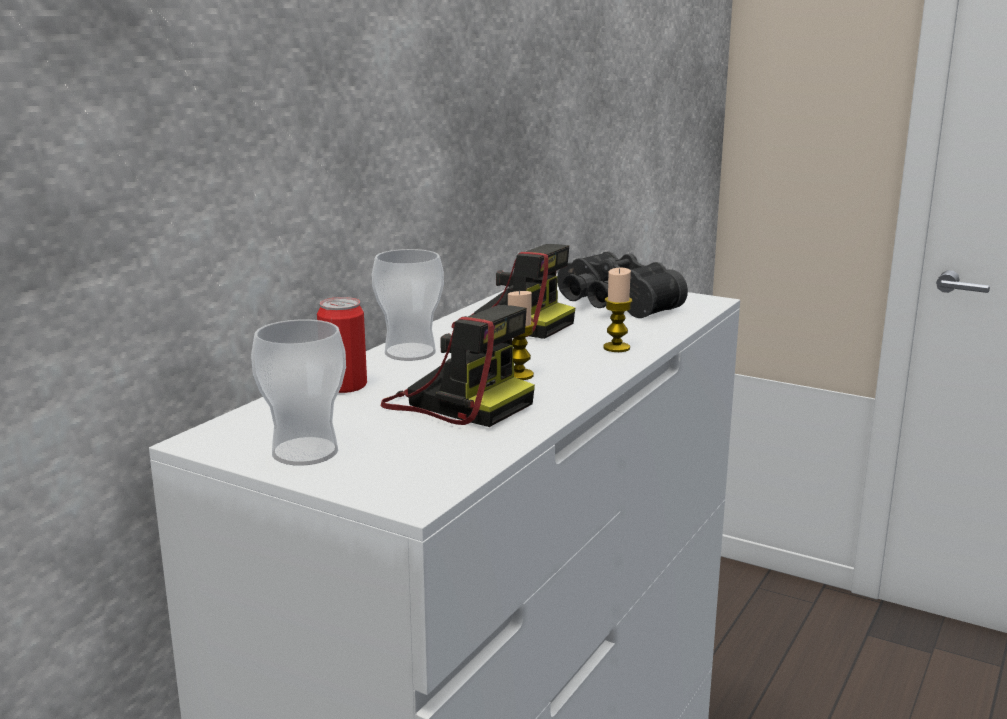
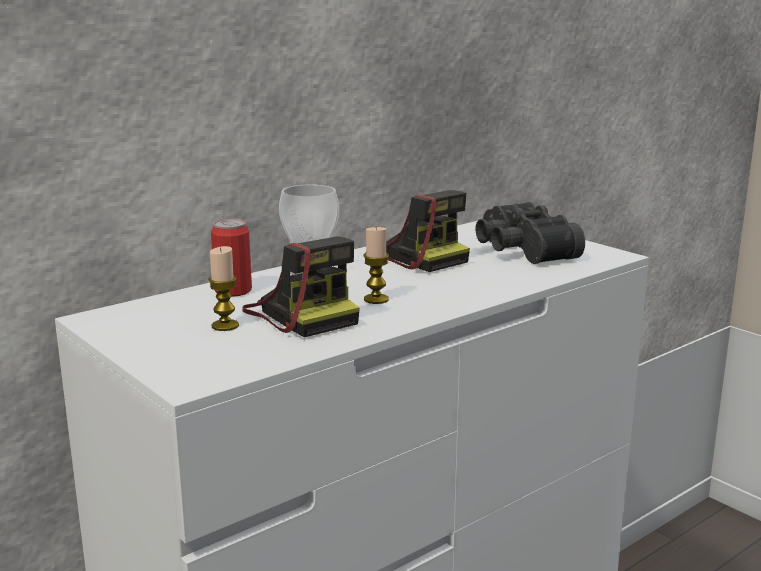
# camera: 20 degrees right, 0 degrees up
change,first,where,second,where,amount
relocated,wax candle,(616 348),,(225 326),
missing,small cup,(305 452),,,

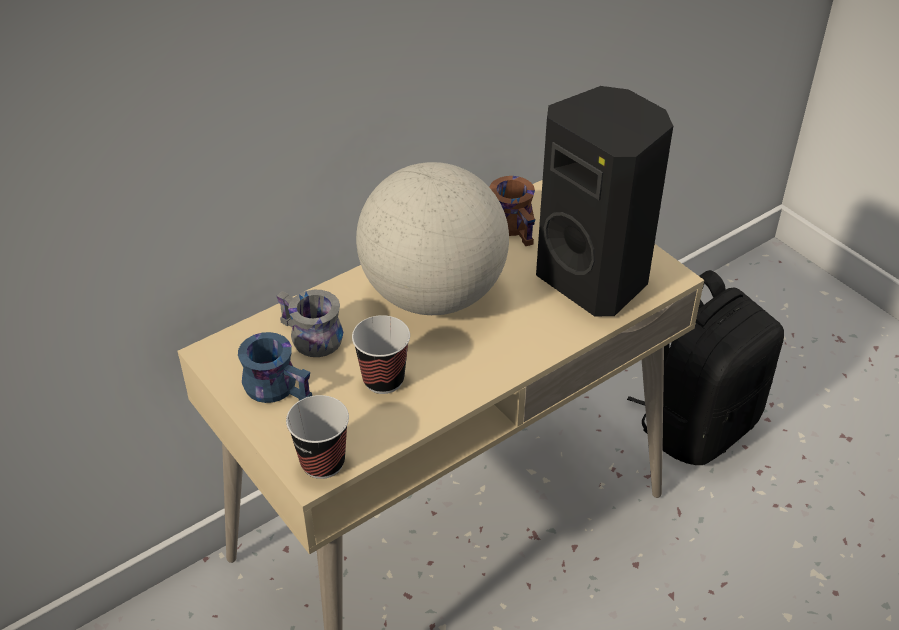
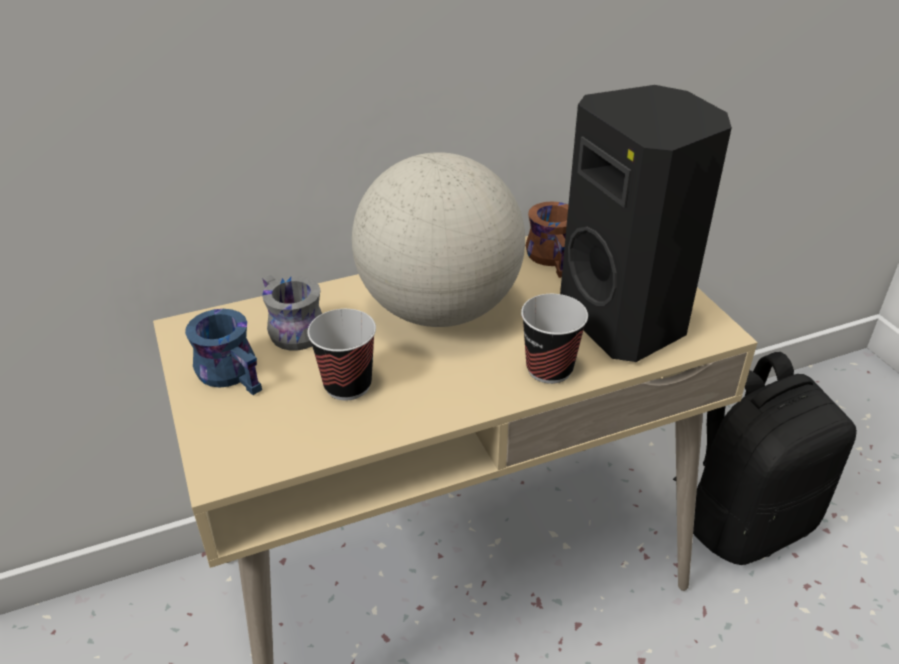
# camera: 15 degrees right, 5 degrees down
change,first,where,second,where,amount
relocated,small cup,(322 462),,(549 369),

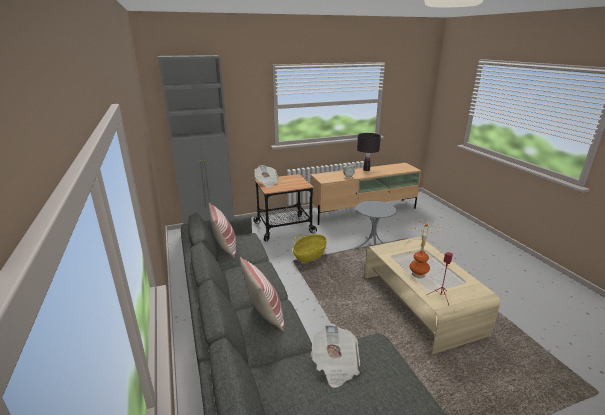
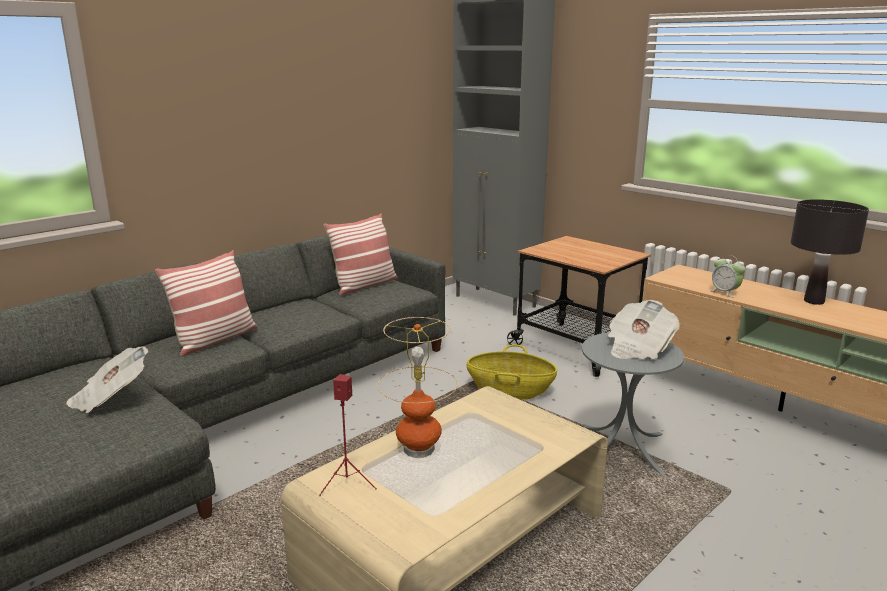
# camera: 65 degrees right, 5 degrees down
change,first,where,second,where,amount
relocated,daily paper,(267 182),,(638 348),

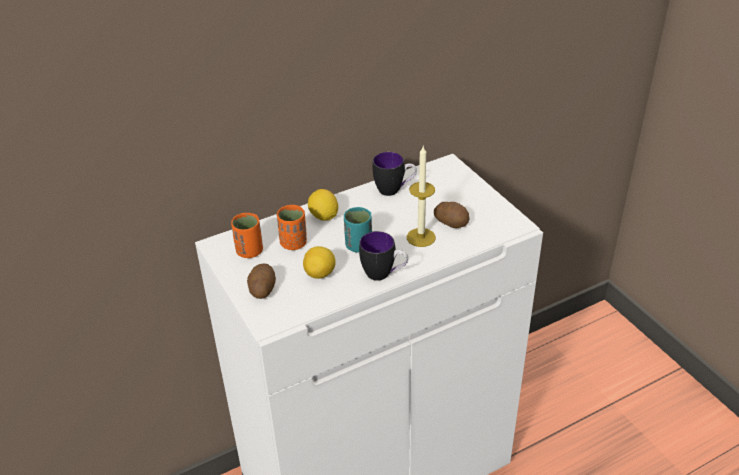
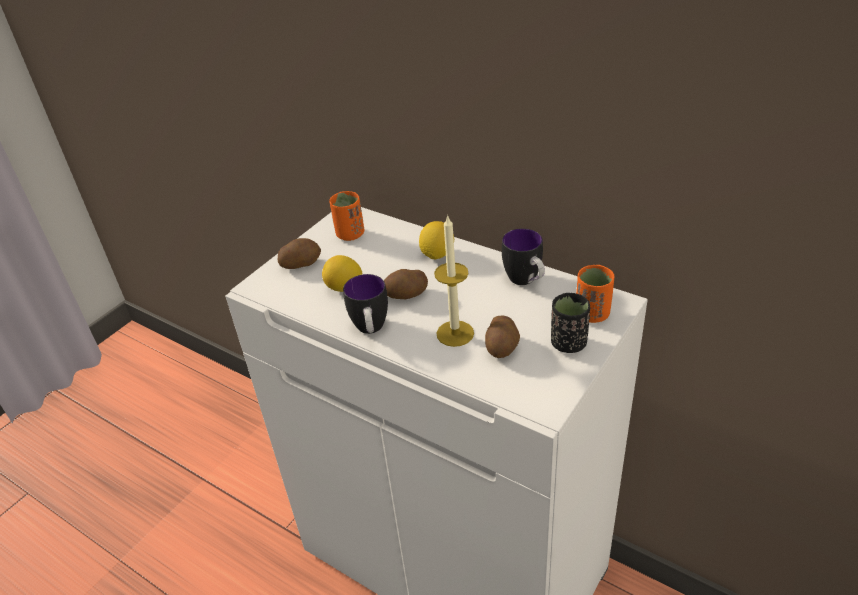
# camera: 65 degrees right, 0 degrees up
change,first,where,second,where,amount
exchanged,turquoise small cup,(358 246),potato,(406 295),
appeared,,,black small cup,(568 343),
relocated,orangey small cup,(293 243),,(592 314),

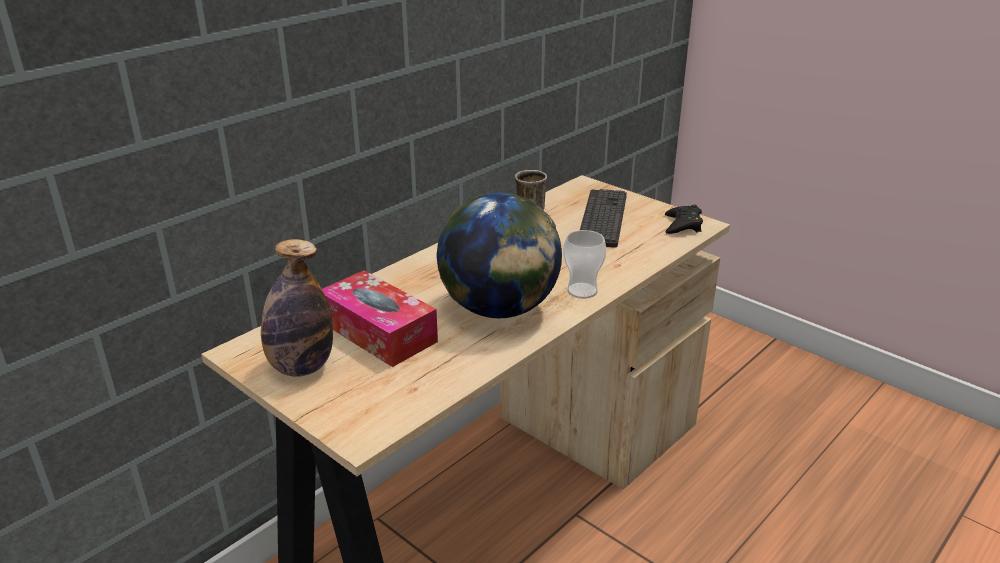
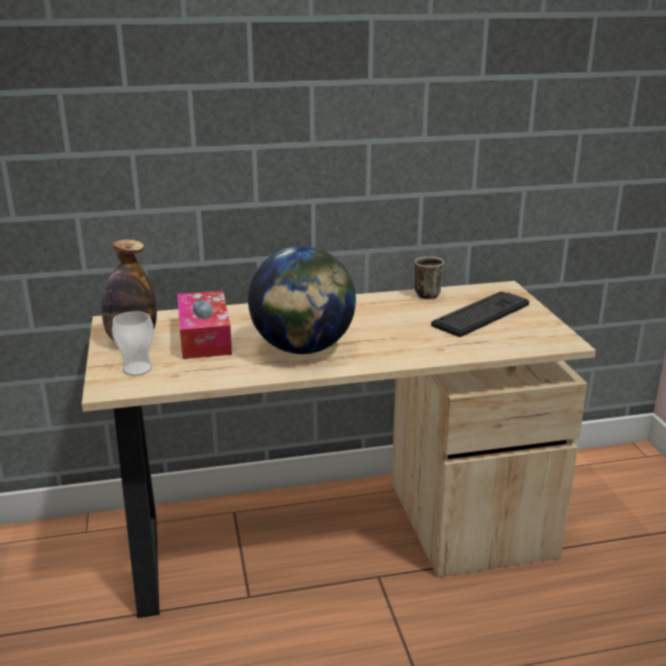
# camera: 35 degrees right, 5 degrees down
change,first,where,second,where,amount
relocated,small cup,(582 291),,(137 369),
missing,black game controller,(682 225),,,

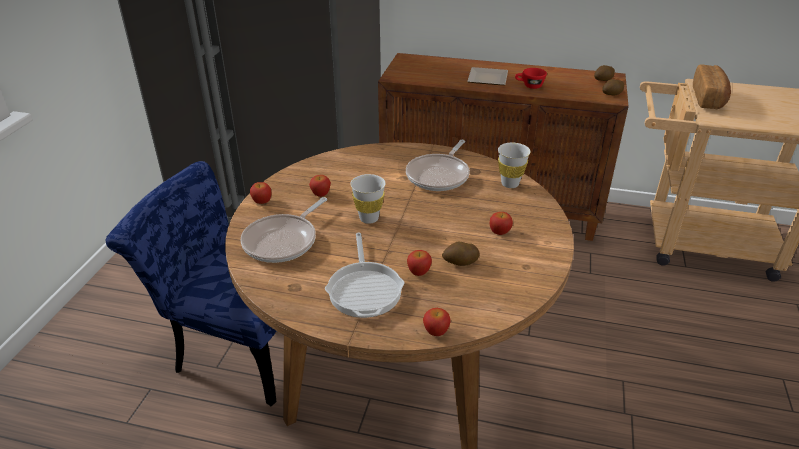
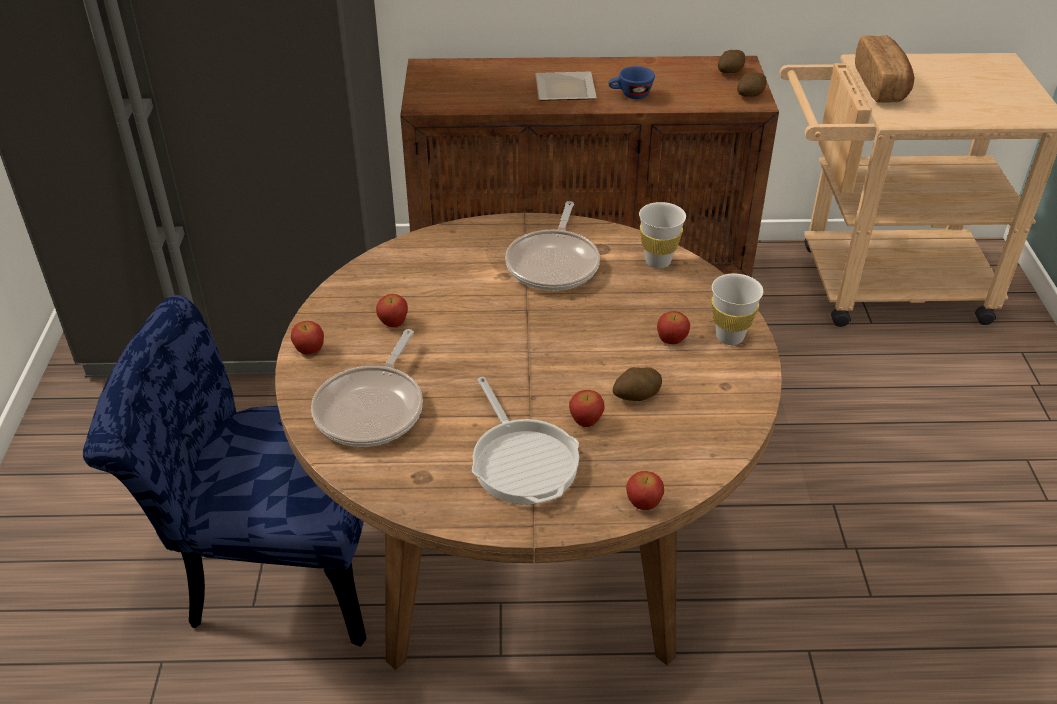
# camera: 15 degrees left, 5 degrees up
change,first,where,second,where,amount
colour,reddish small cup,(529 86),blue-coloured small cup,(630 95),
relocated,white-coloured small cup,(369 218),,(729 337),

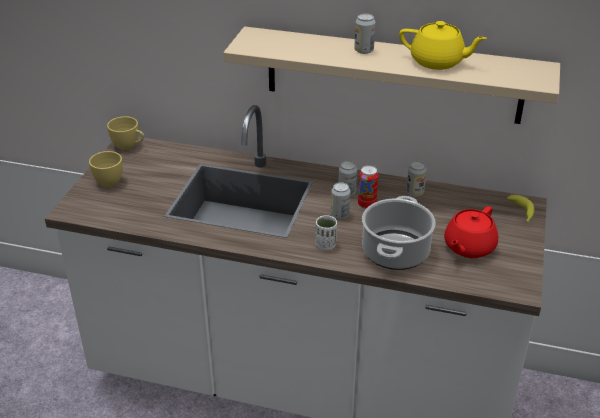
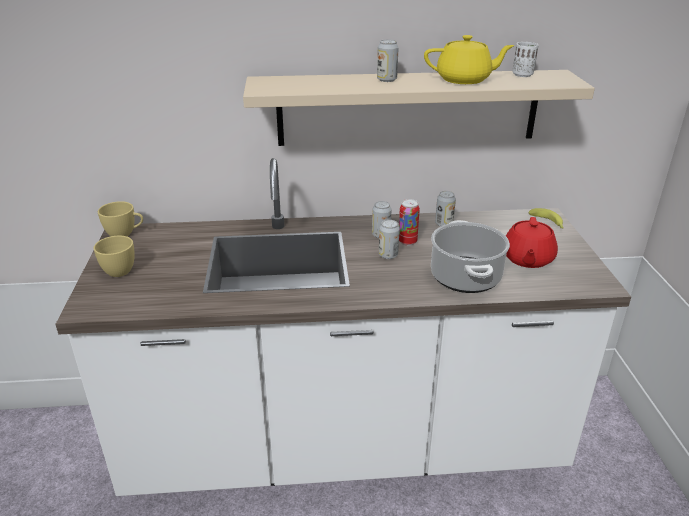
# camera: 20 degrees left, 5 degrees down
change,first,where,second,where,amount
relocated,white-coloured small cup,(325 245),,(522 75),

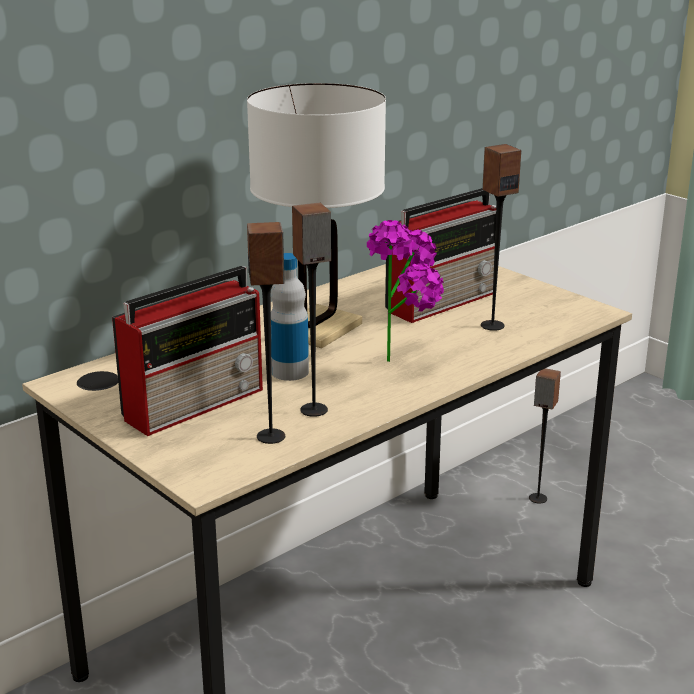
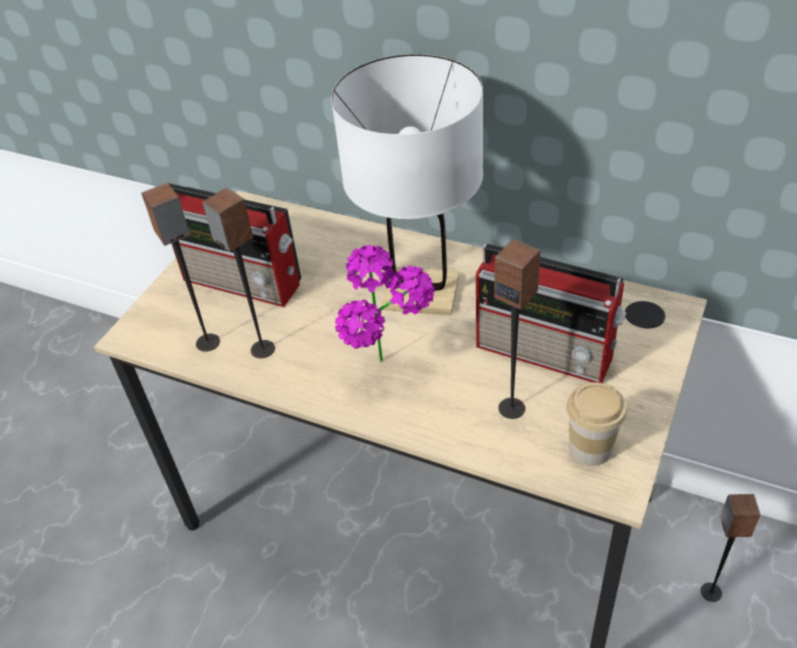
# camera: 70 degrees right, 20 degrees up
change,first,where,second,where,amount
appeared,,,small cup,(590 448),
missing,beverage bottle,(290 372),,,

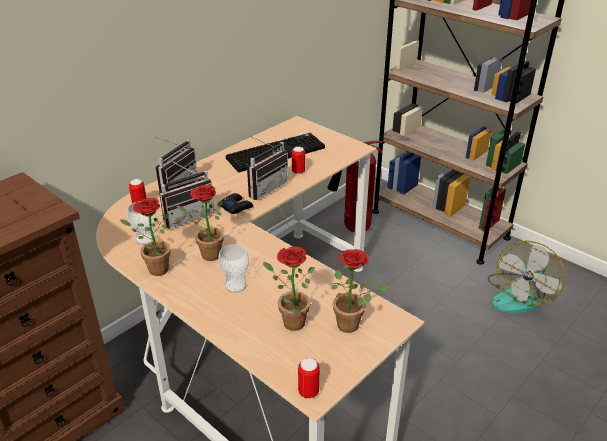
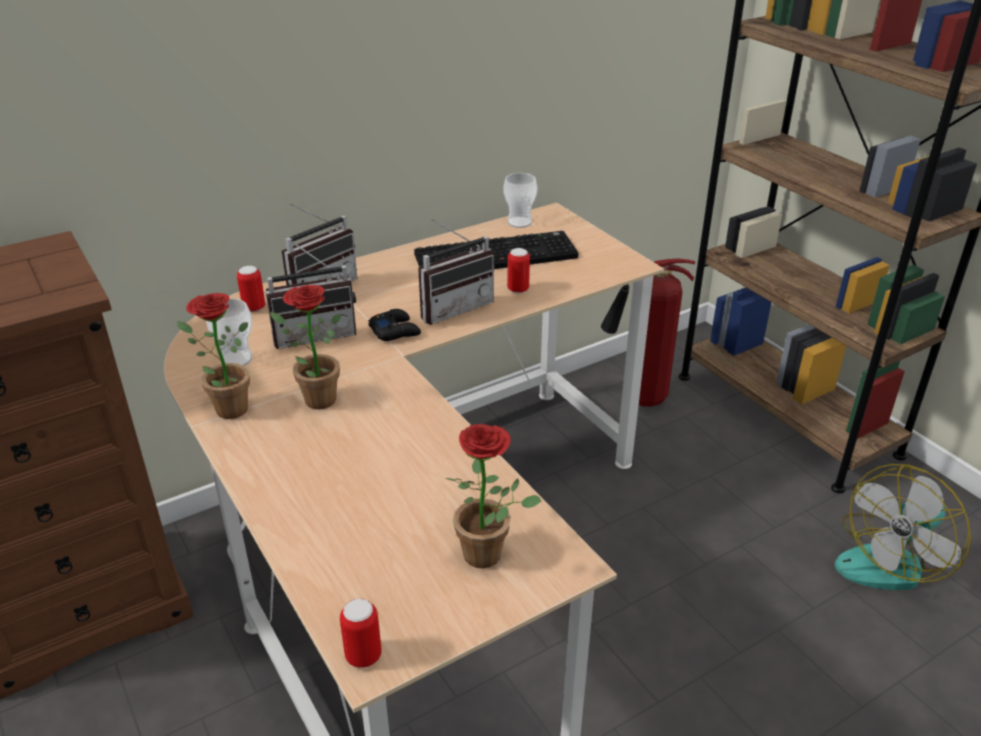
# camera: 15 degrees right, 0 degrees up
change,first,where,second,where,amount
relocated,small cup,(235 285),,(519 222),
missing,potted plant,(289 322),,,

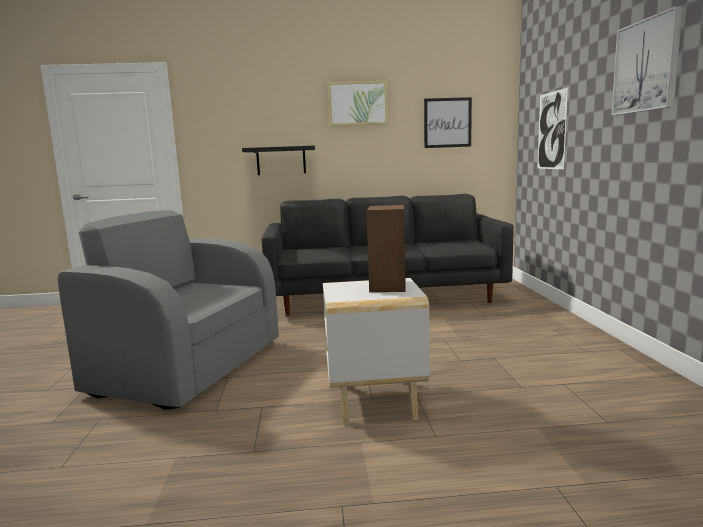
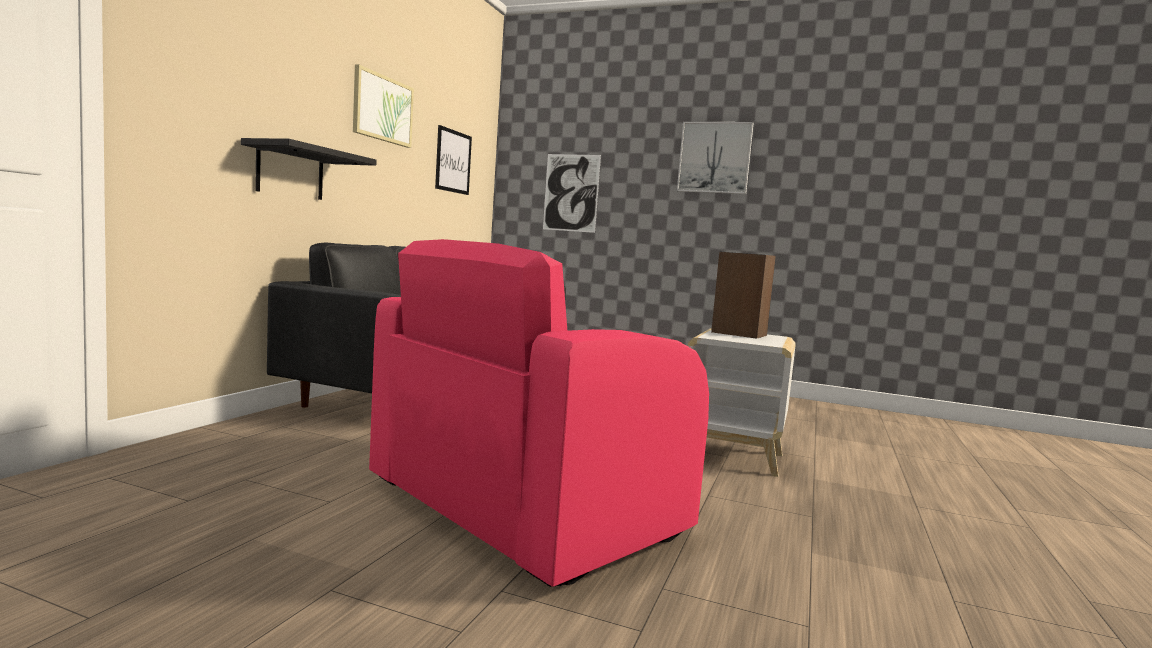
# camera: 65 degrees left, 5 degrees down
change,first,where,second,where,amount
colour,gray easy chair,(189 366),pink easy chair,(520 507),

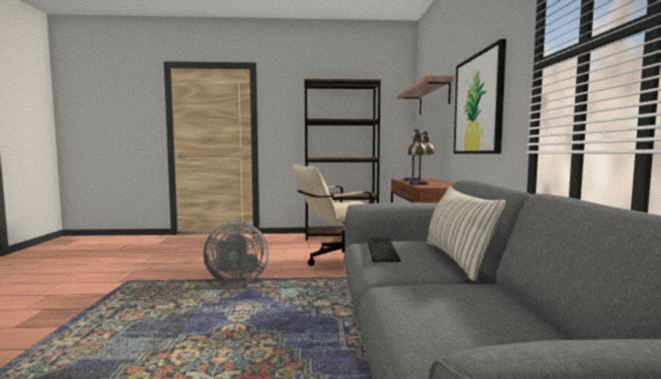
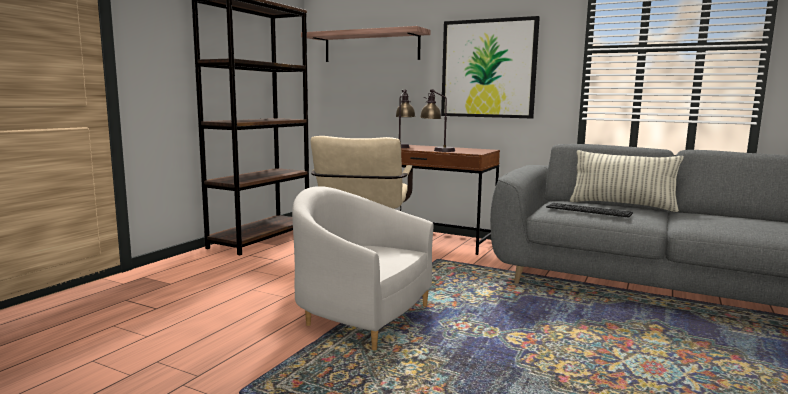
# camera: 60 degrees left, 5 degrees up
change,first,where,second,where,amount
exchanged,gray electric fan,(236 281),white-coloured easy chair,(361 317),

